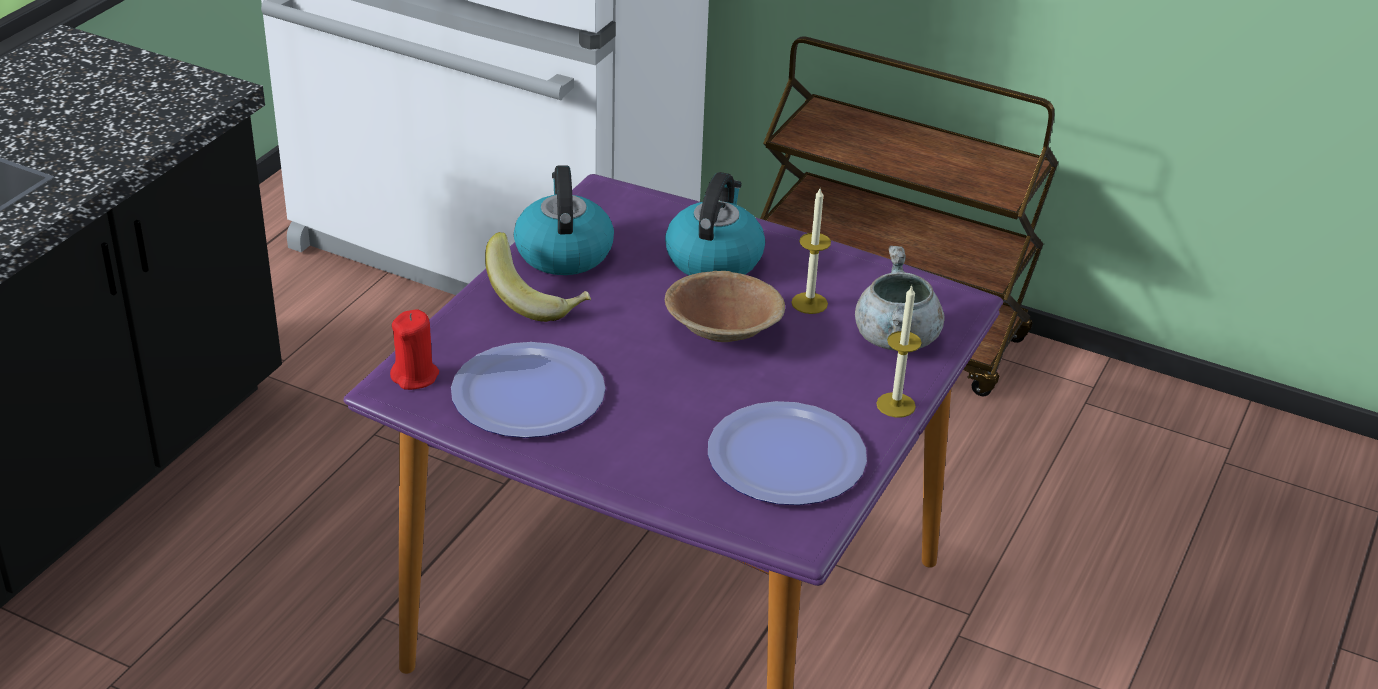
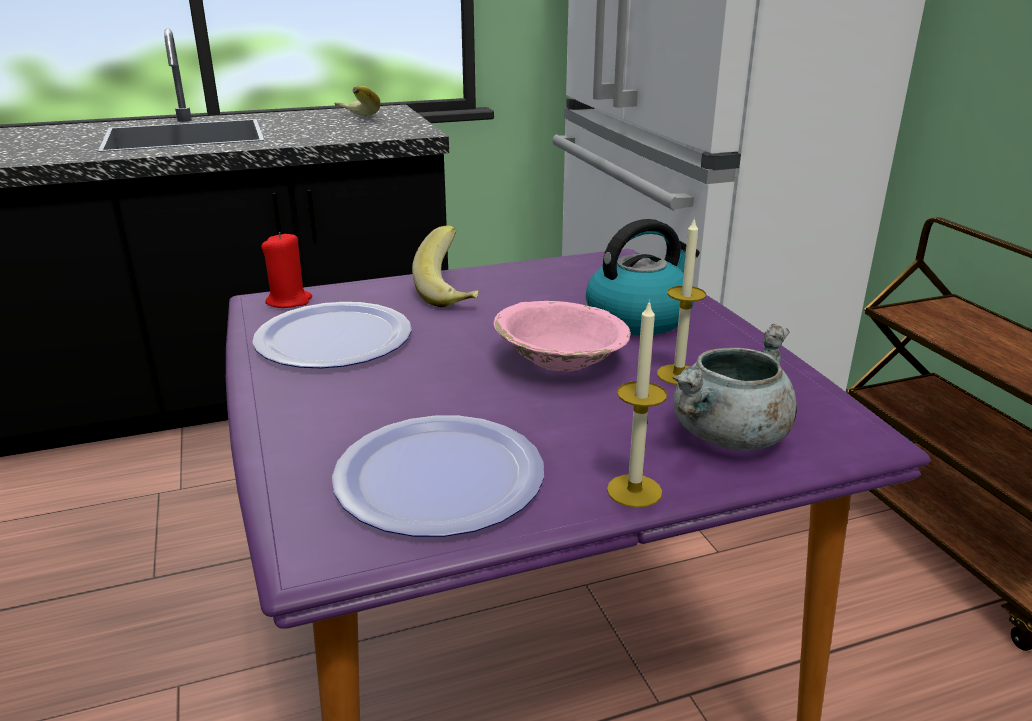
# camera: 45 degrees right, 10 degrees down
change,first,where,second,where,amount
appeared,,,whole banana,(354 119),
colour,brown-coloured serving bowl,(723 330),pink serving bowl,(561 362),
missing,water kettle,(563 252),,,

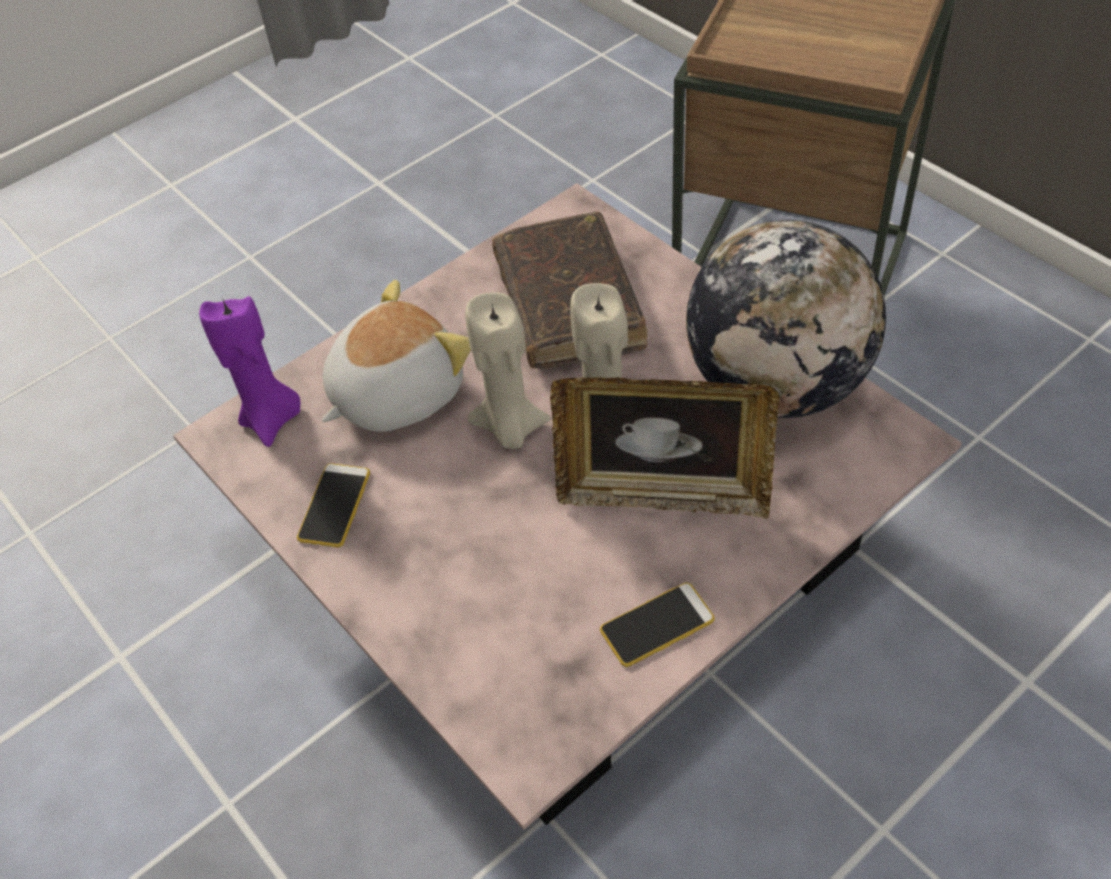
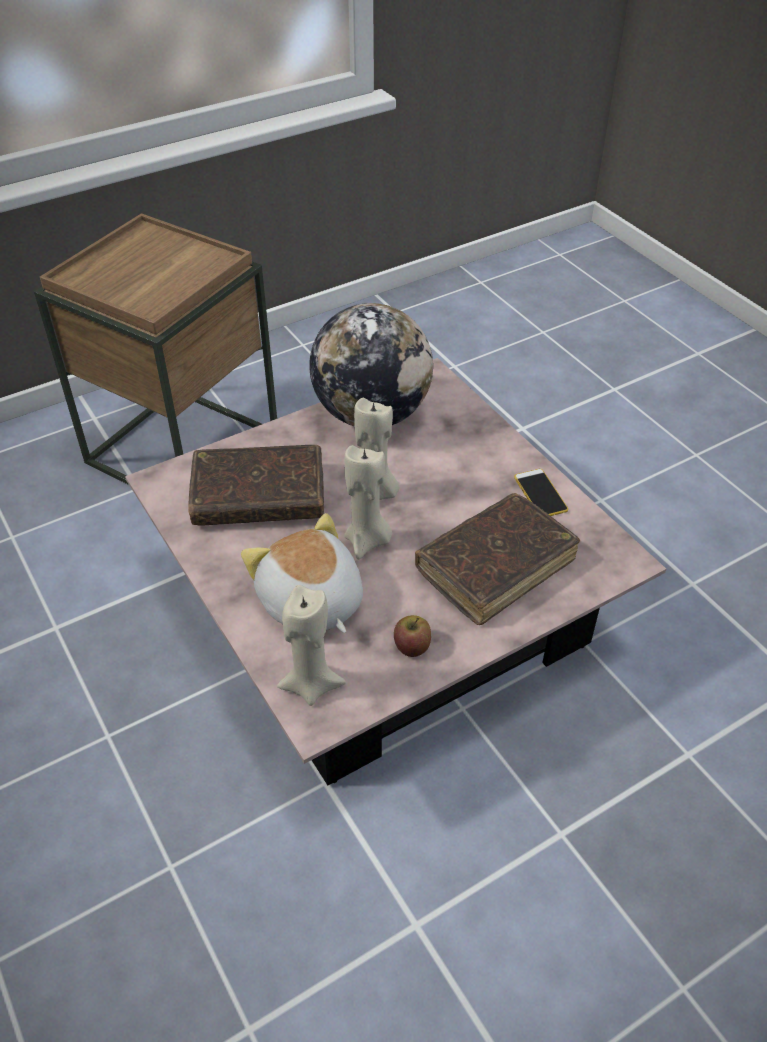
# camera: 85 degrees left, 5 degrees down
change,first,where,second,where,amount
colour,purple wax candle,(272 419),beige wax candle,(311 684),
exchanged,handset,(334 505),apple fruit,(412 646),
appeared,,,brown-coloured bound book,(495 566),
missing,standing frame,(663 494),,,

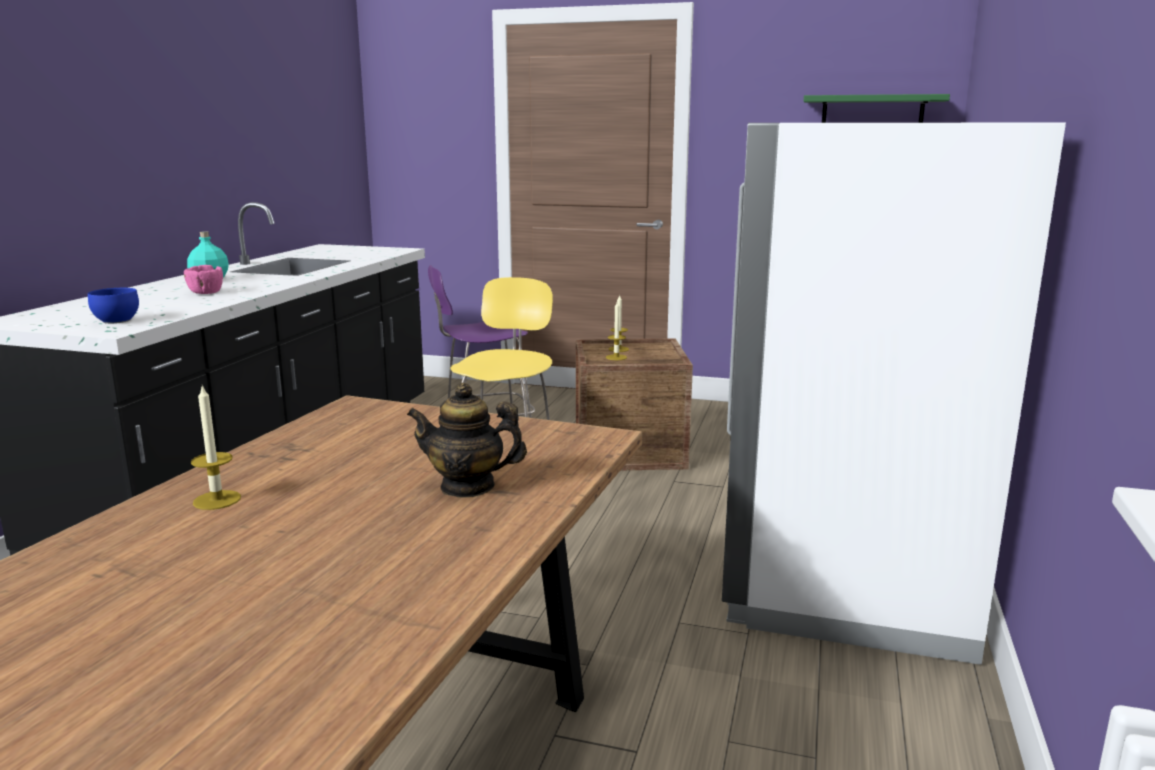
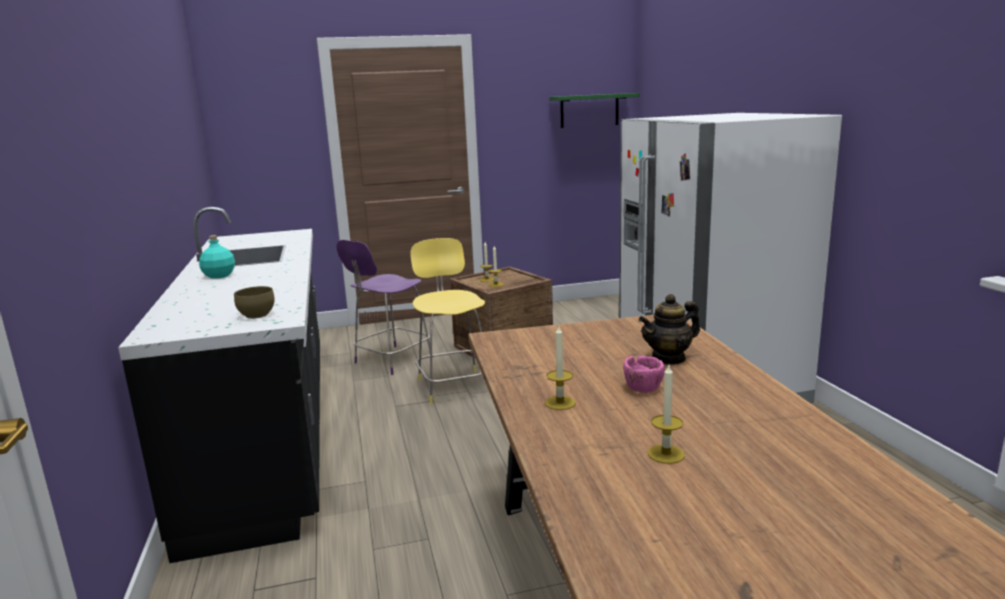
# camera: 30 degrees left, 0 degrees up
change,first,where,second,where,amount
colour,blue-coloured serving bowl,(116 321),brown-coloured serving bowl,(255 315),
relocated,pink serving bowl,(206 292),,(643 389),
appeared,,,wax candle,(666 454),

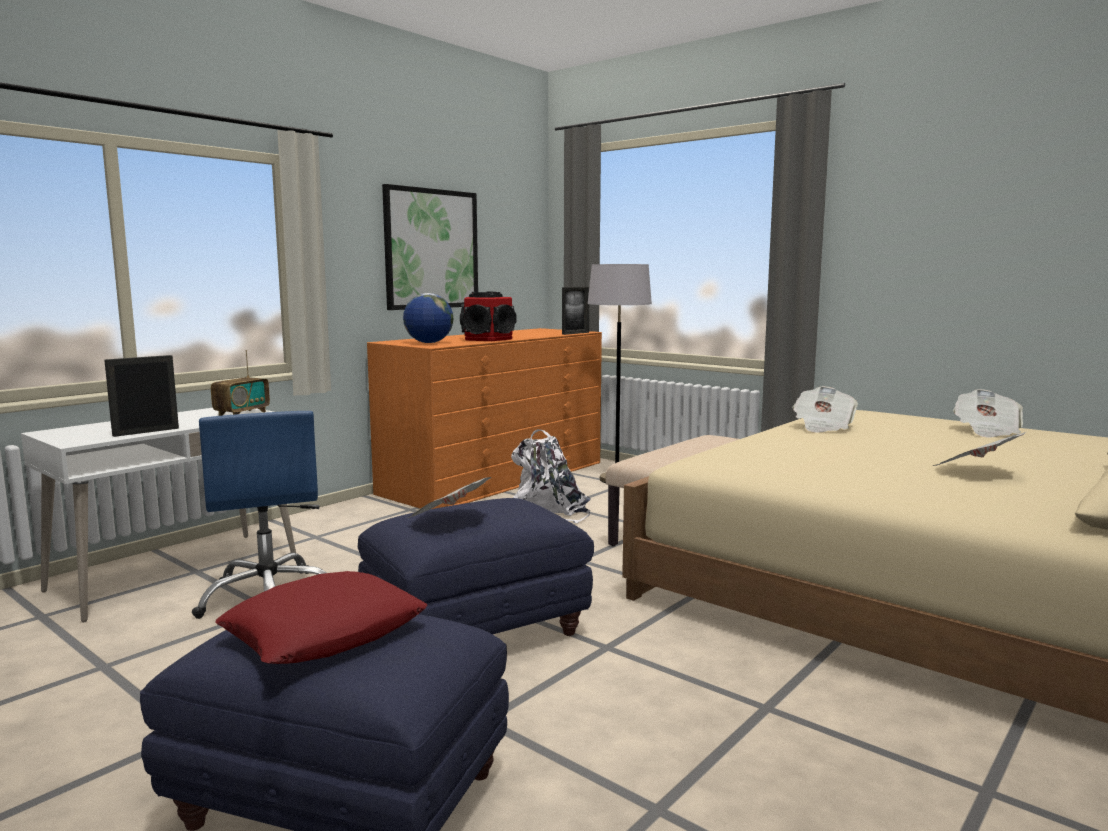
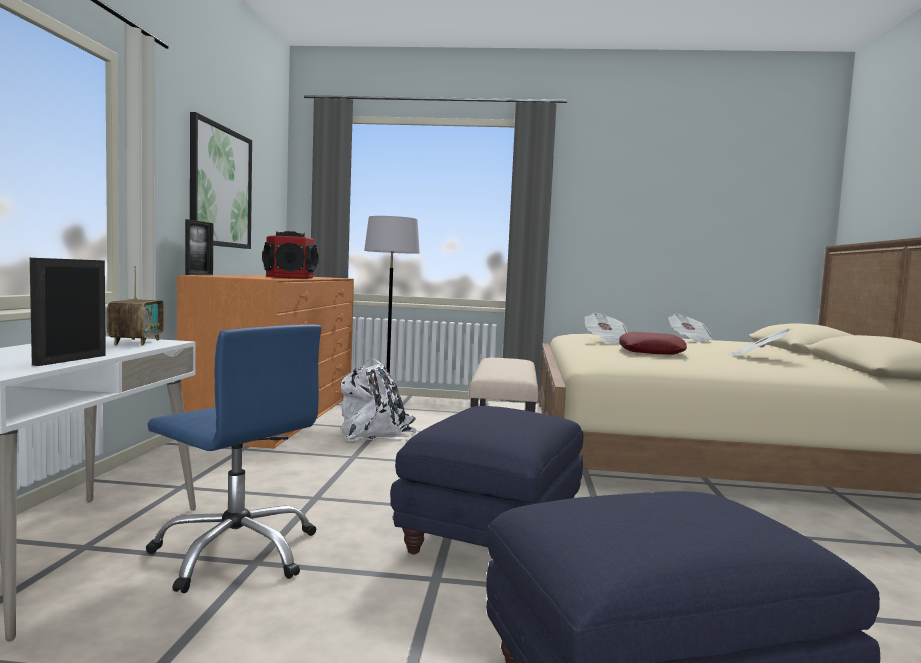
# camera: 35 degrees left, 5 degrees down
change,first,where,second,where,amount
relocated,standing frame,(575 333),,(199 275),
relocated,reddish throw pillow,(324 632),,(651 352),
missing,desk globe,(429 343),,,
missing,daily paper,(449 520),,,

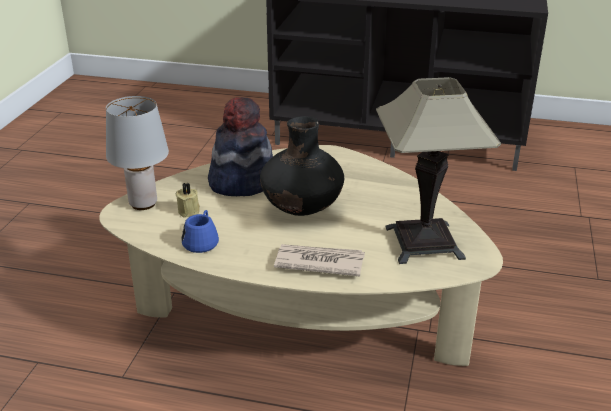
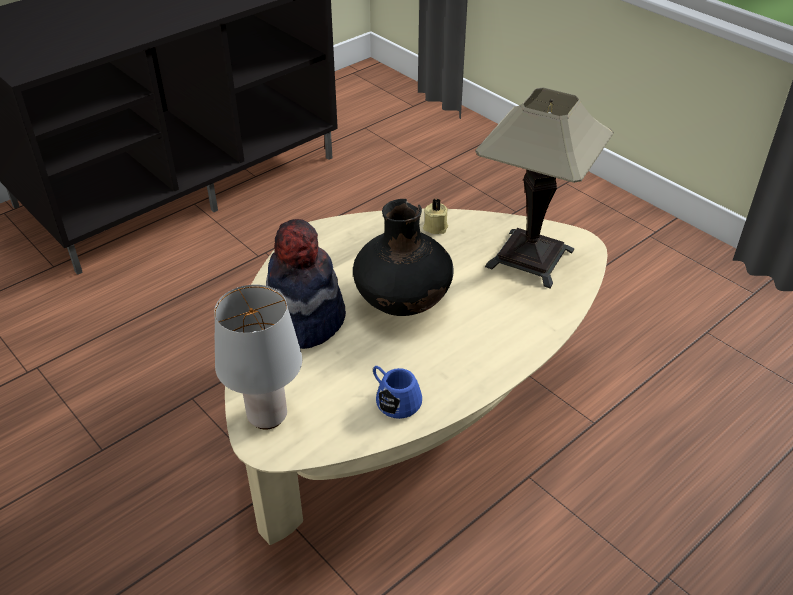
# camera: 55 degrees left, 10 degrees up
change,first,where,second,where,amount
relocated,beige wax candle,(189 211),,(435 226),
missing,daily paper,(318 262),,,

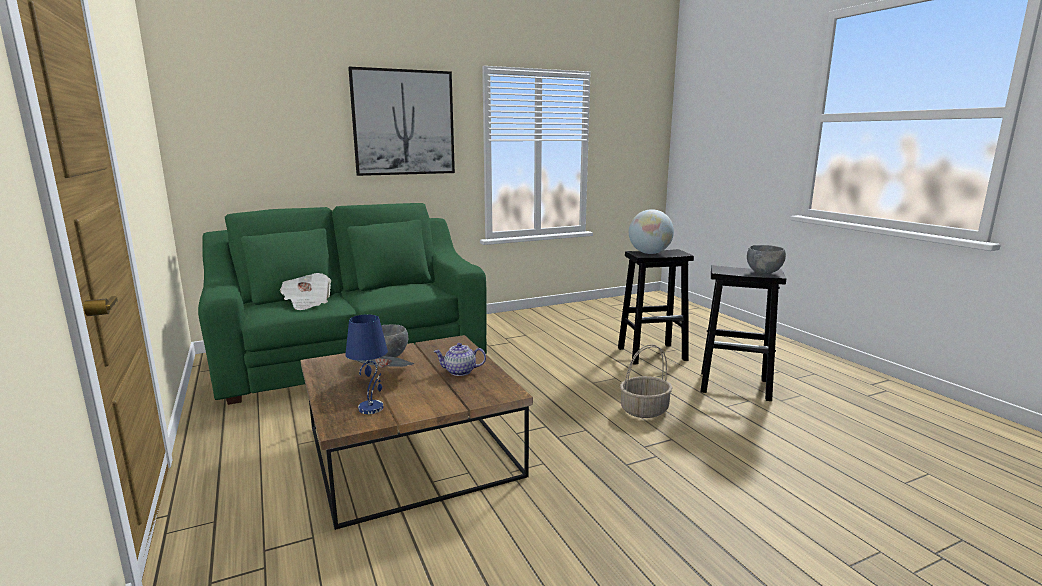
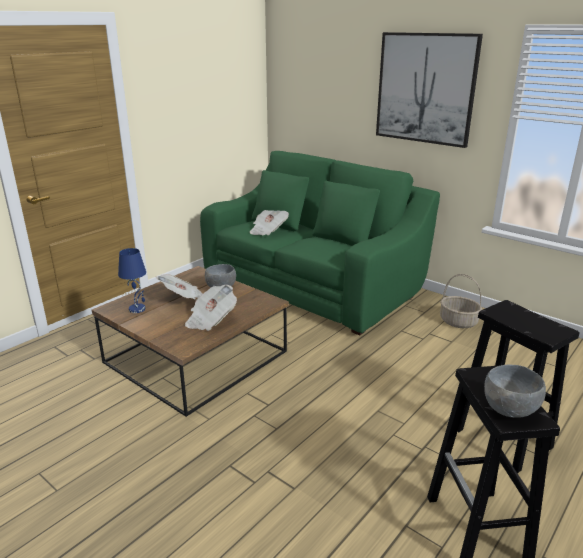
# camera: 65 degrees right, 10 degrees up
change,first,where,second,where,amount
exchanged,pot for tea,(460 372),daily paper,(211 320),
relocated,storage basket,(644 410),,(458 322),
missing,desk globe,(649 253),,,

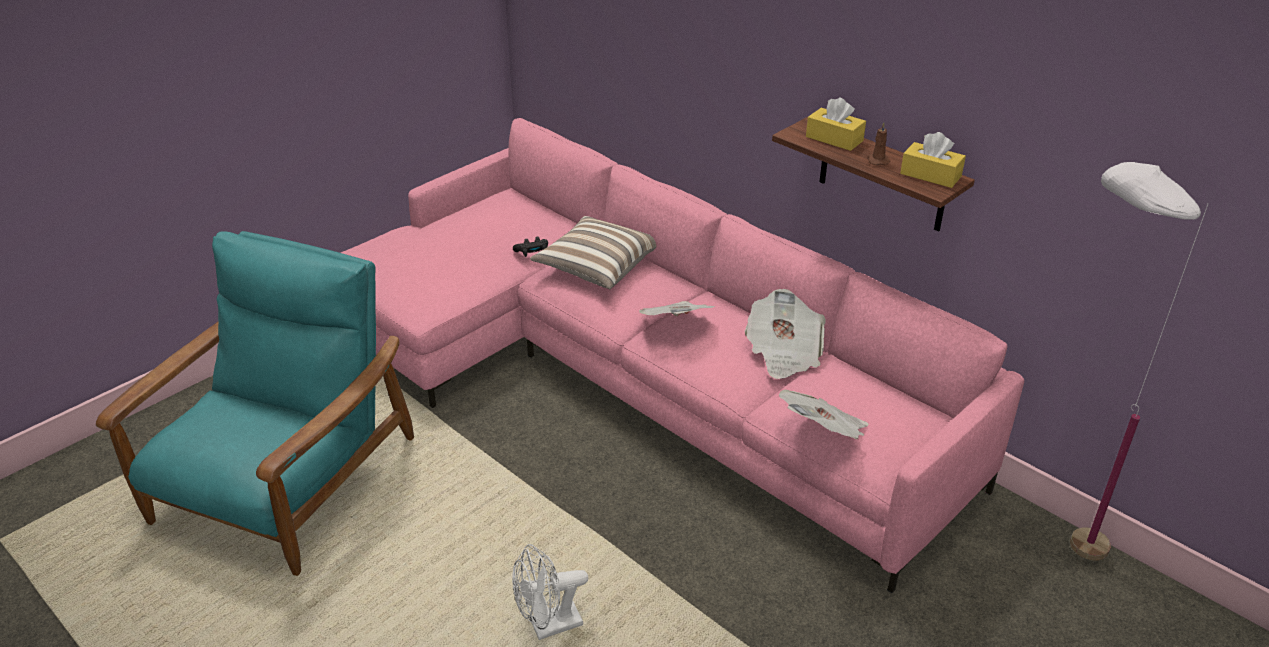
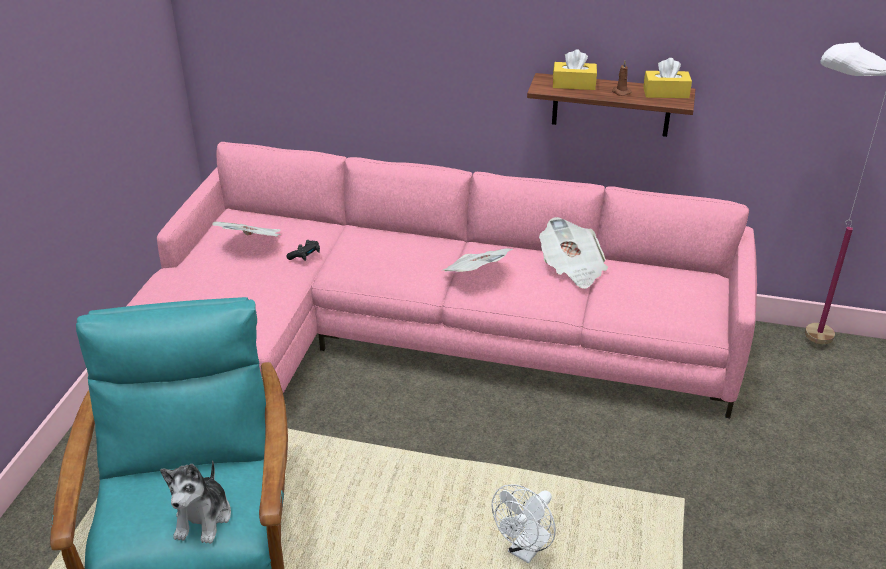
# camera: 30 degrees left, 0 degrees up
change,first,where,second,where,amount
appeared,,,cuddly toy,(203 518),
relocated,daily paper,(824 433),,(252 244),
missing,throw pillow,(597 267),,,

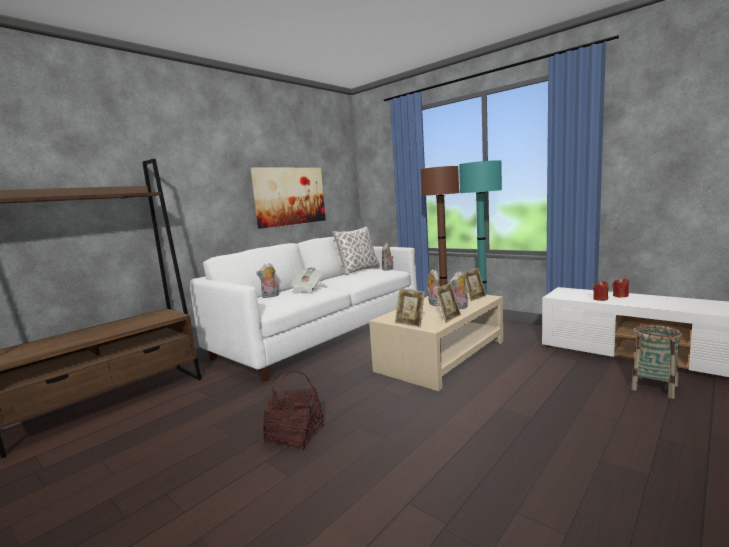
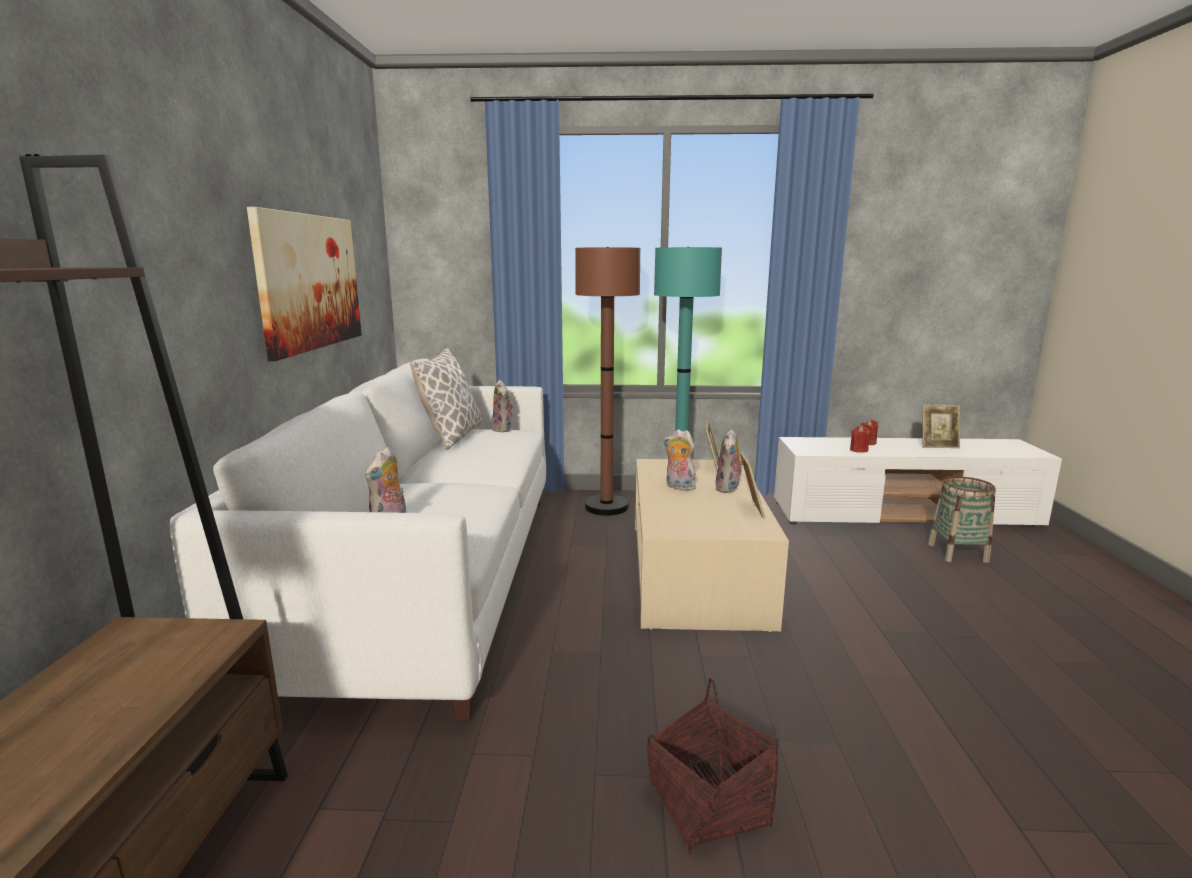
# camera: 40 degrees left, 5 degrees up
change,first,where,second,where,amount
relocated,standing frame,(410 323),,(938 446),
missing,daily paper,(306 289),,,

